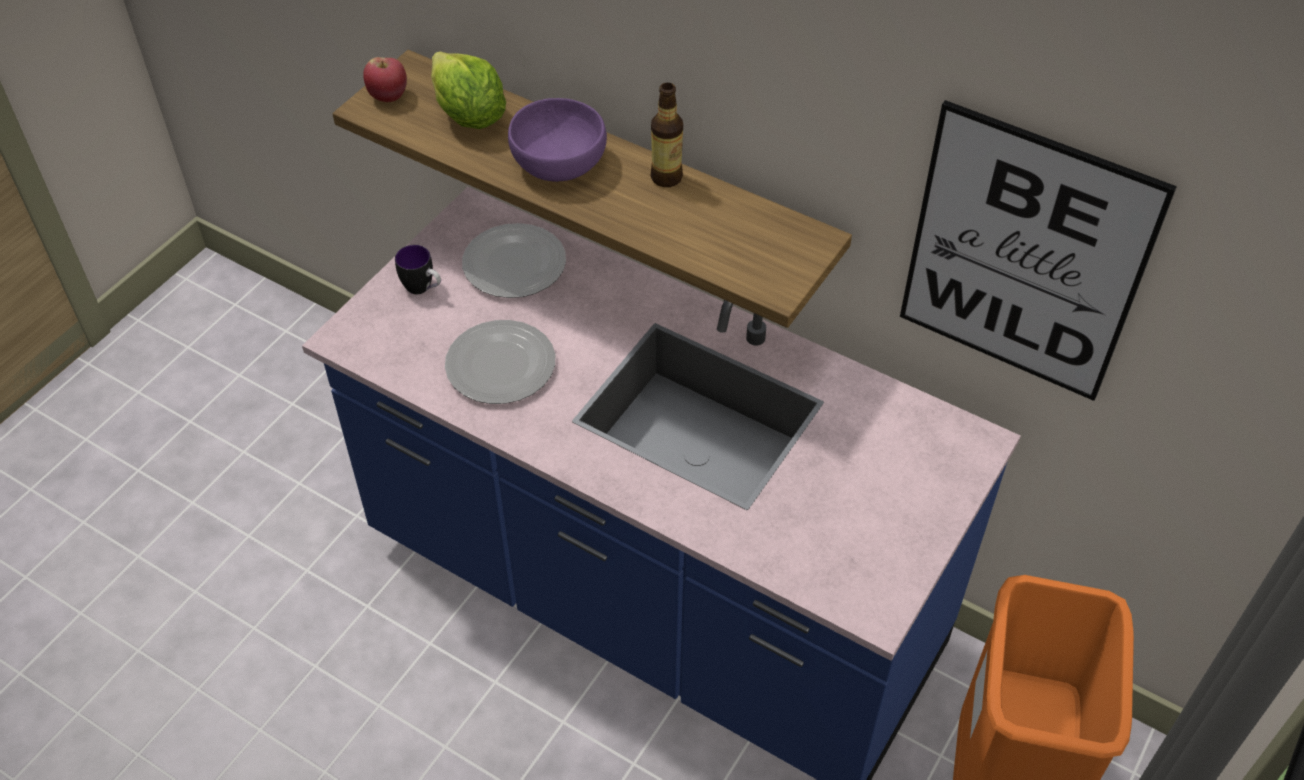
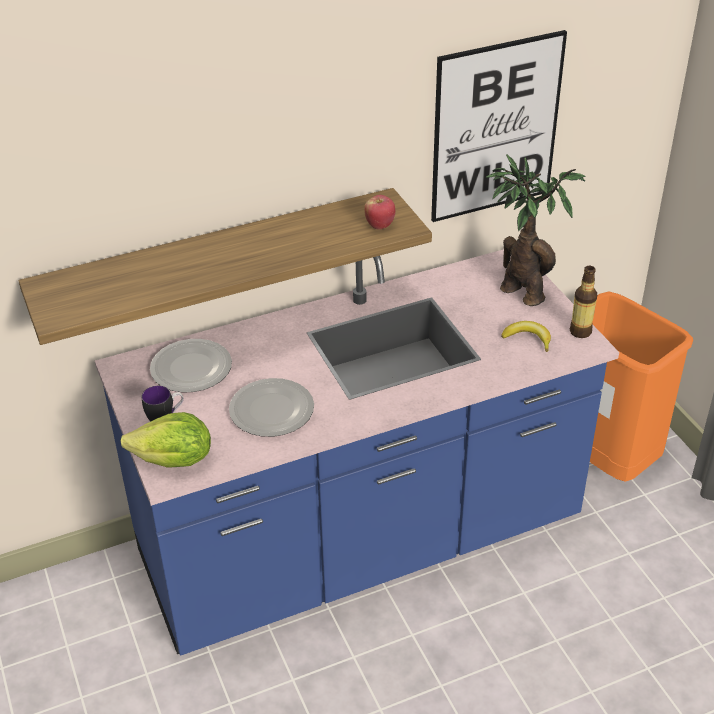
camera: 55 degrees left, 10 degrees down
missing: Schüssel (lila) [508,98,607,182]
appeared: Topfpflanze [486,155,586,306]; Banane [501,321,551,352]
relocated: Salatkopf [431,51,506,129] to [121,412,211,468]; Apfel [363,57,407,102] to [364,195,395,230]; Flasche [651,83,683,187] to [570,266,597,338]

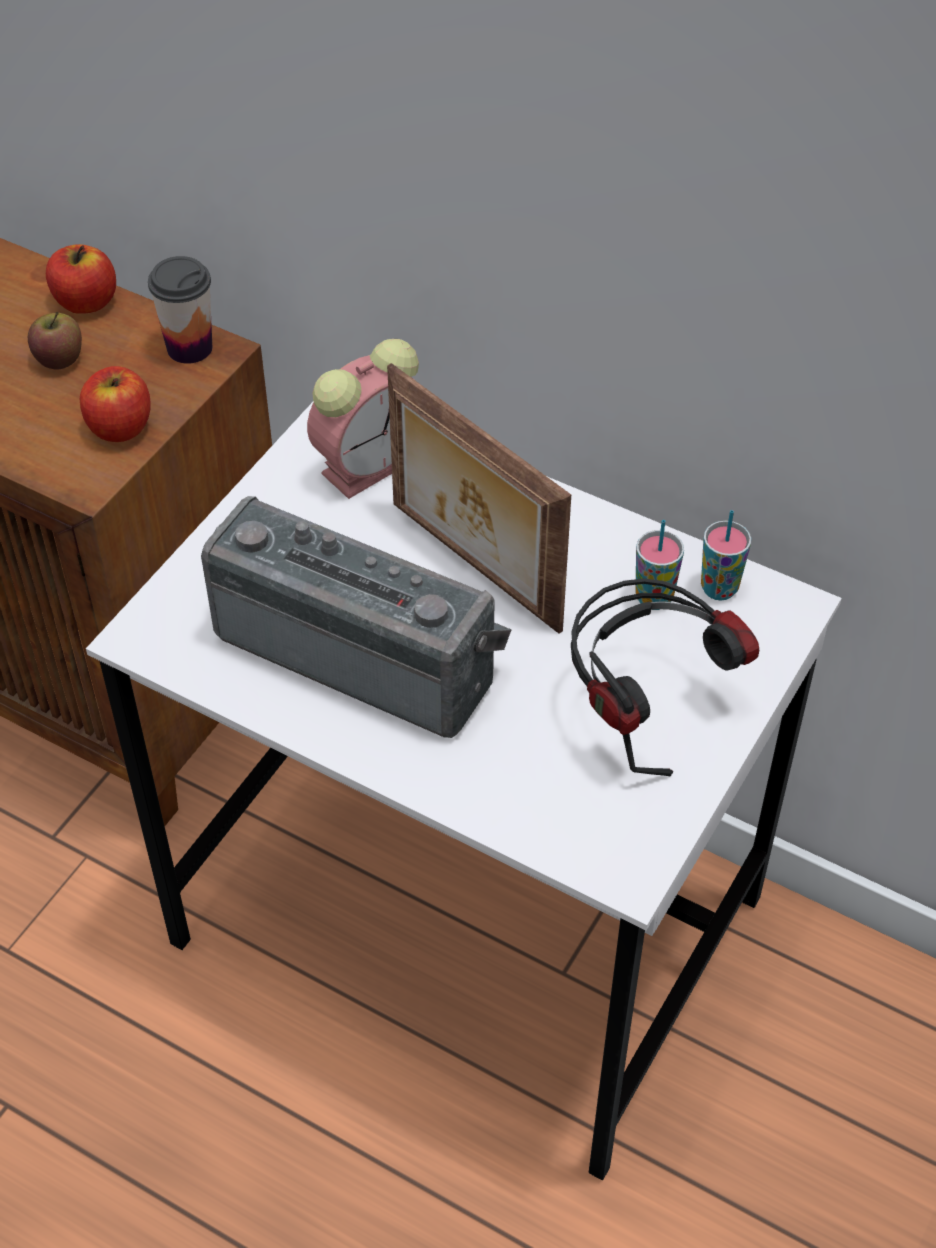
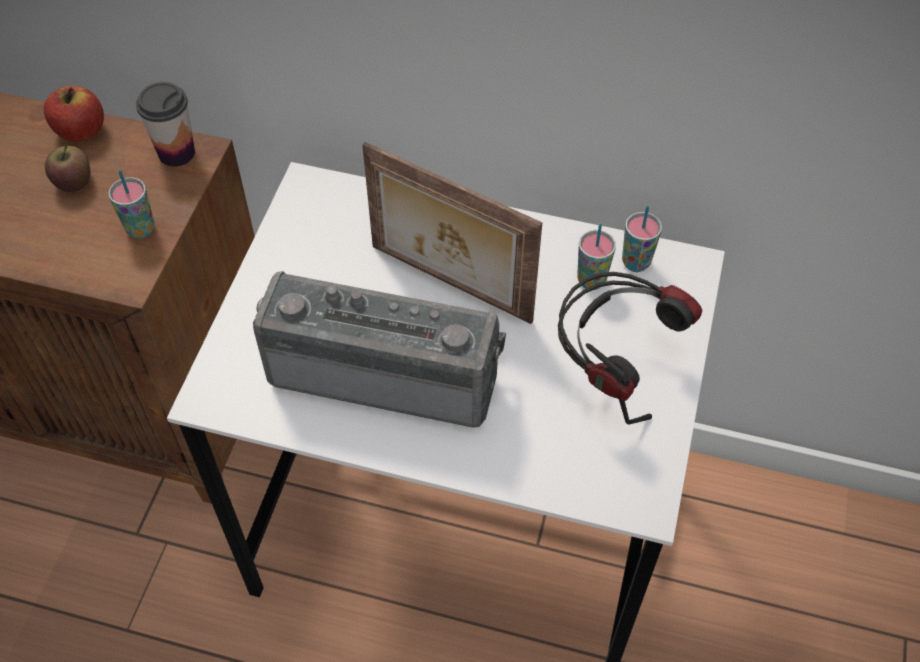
camera: 15 degrees left, 5 degrees up
missing: Wecker [307,339,419,499]
exchanged: Apfel [80,366,151,442] to Tasse [108,169,155,239]

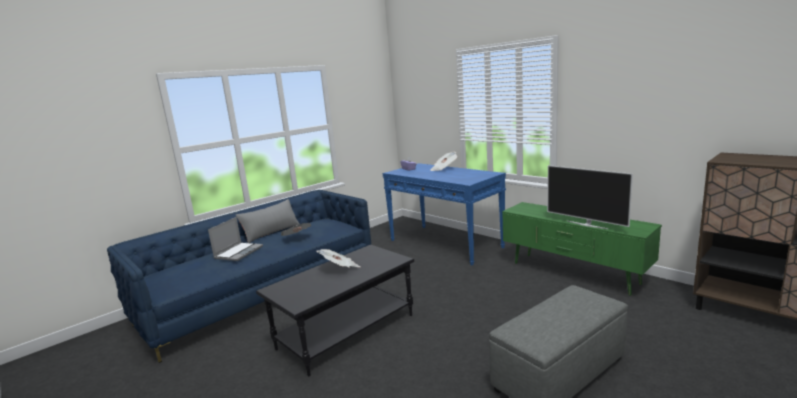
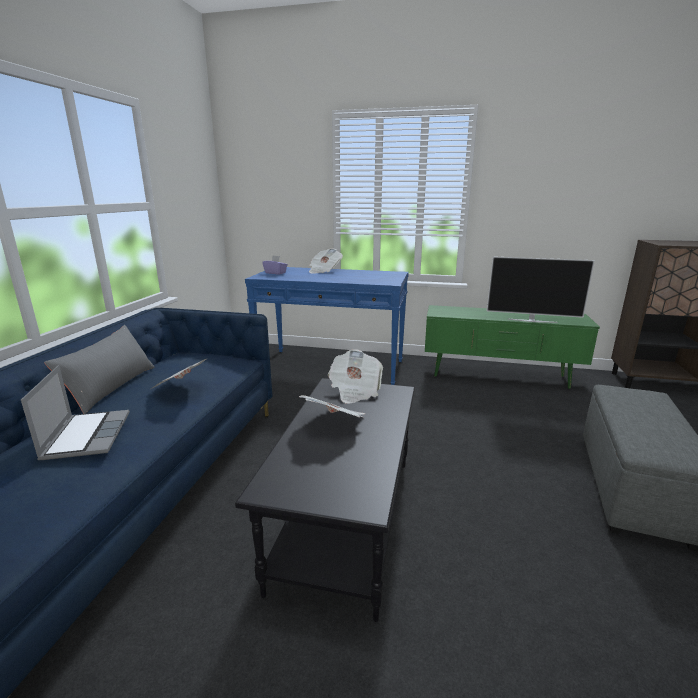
camera: 35 degrees left, 5 degrees up
appeared: Zeitung [328,349,383,404]

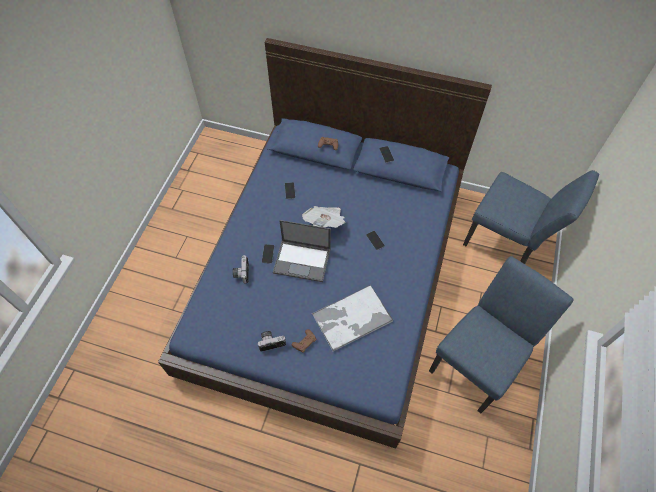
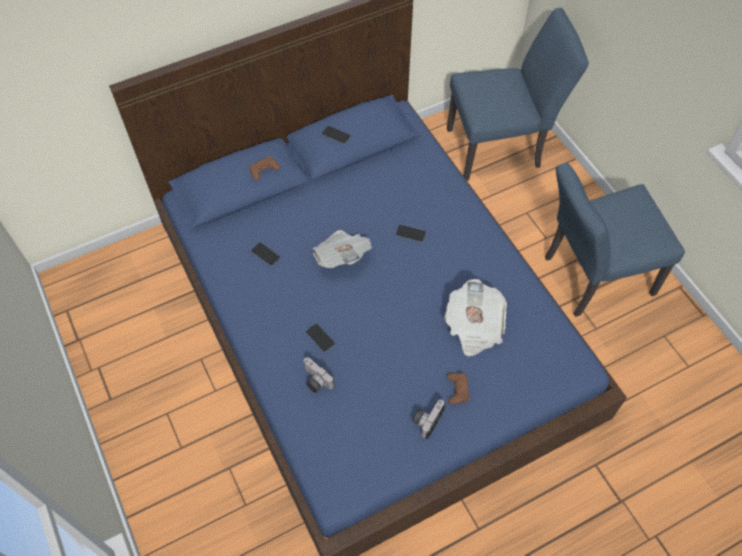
camera: 45 degrees left, 0 degrees up
missing: Laptop [273,220,331,282]
exchanged: Tablett [312,285,393,352] to Zeitung [445,279,507,357]
spun: Stuhl (blau) [429,256,573,414] = [545,163,685,317] 105 degrees counterclockwise

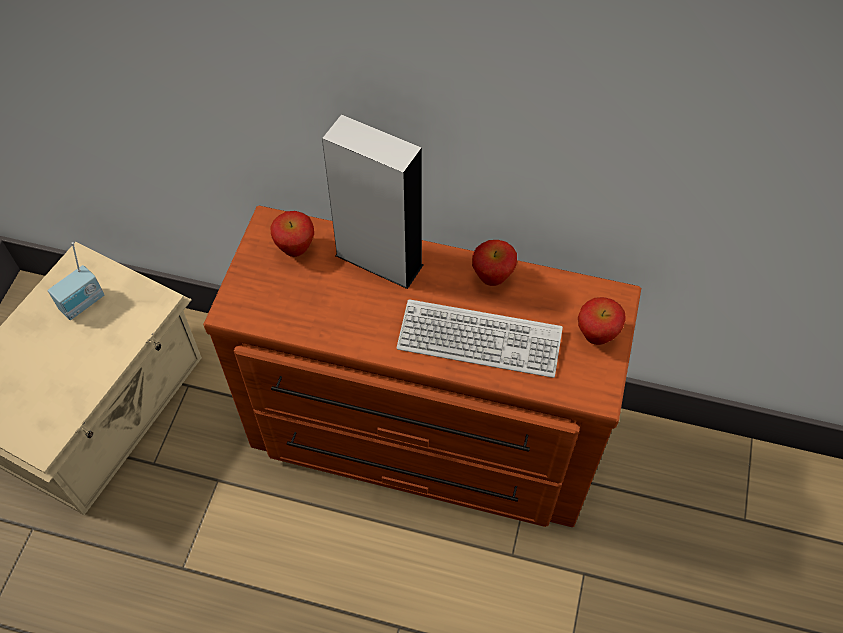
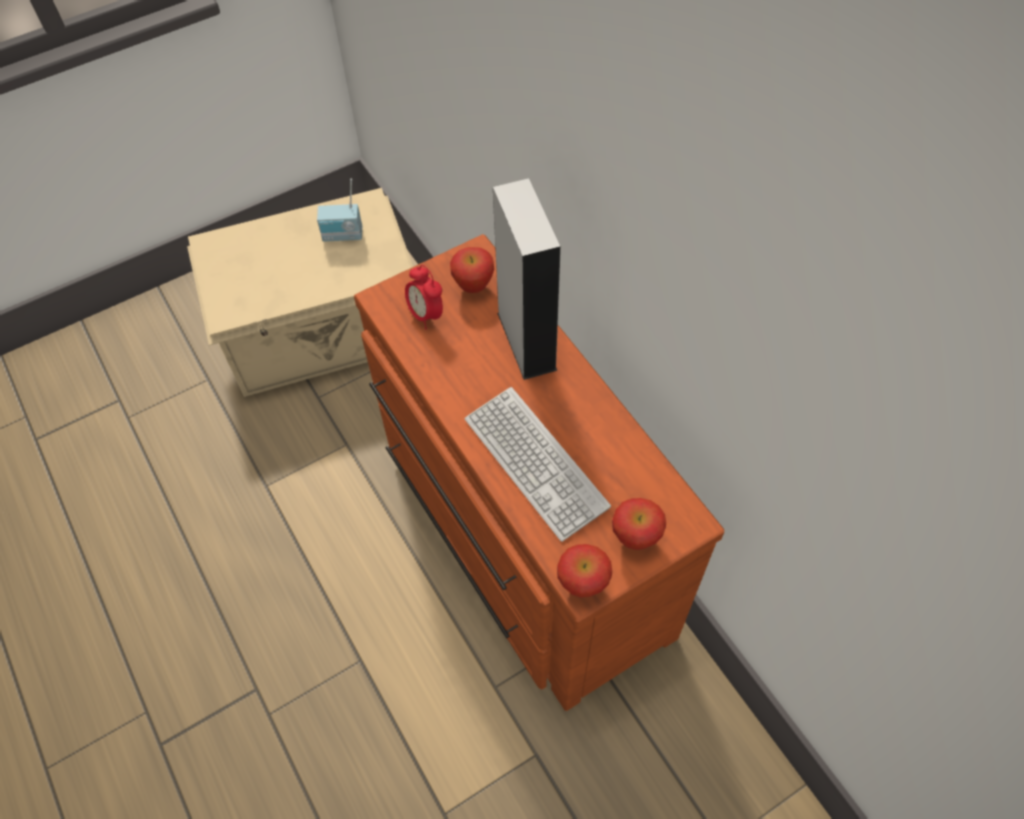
camera: 45 degrees right, 0 degrees up
appeared: Wecker [405,265,443,329]
relocated: Apfel [472,240,517,286] to [557,544,612,598]

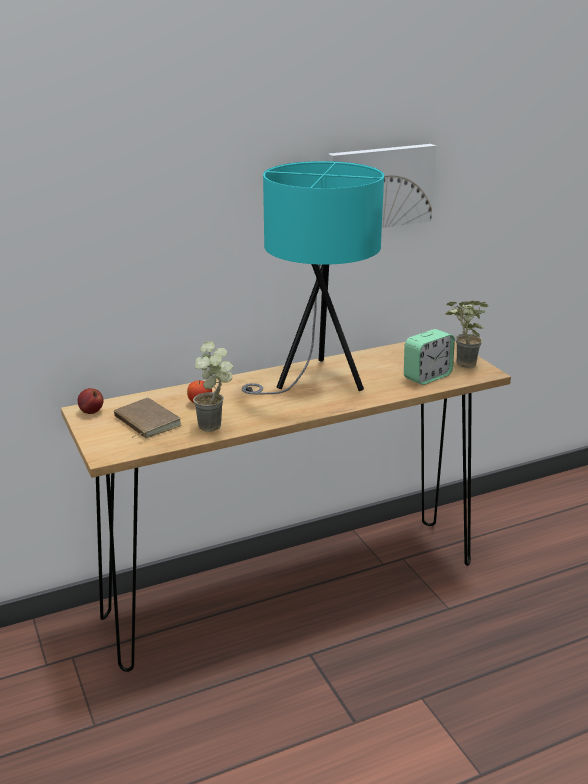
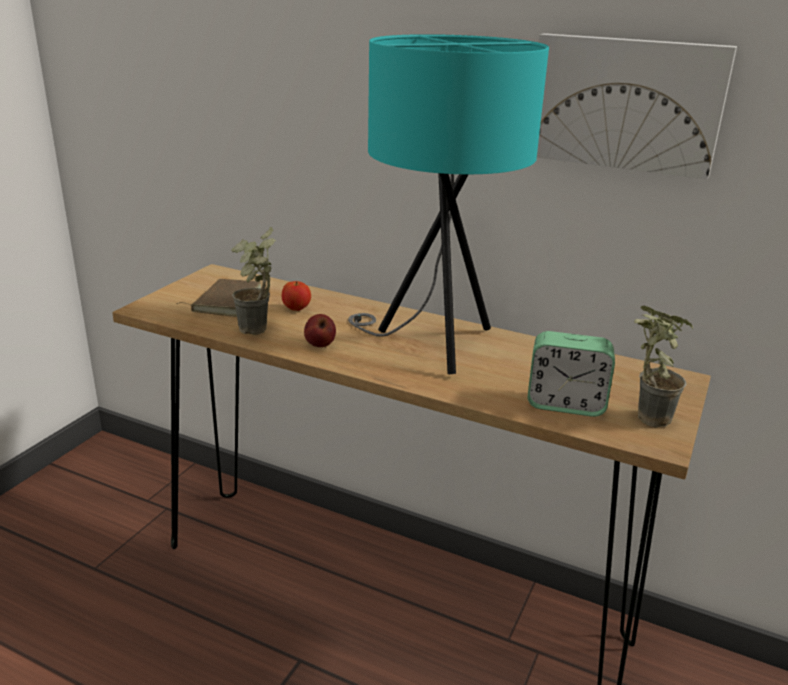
camera: 50 degrees right, 0 degrees up
relocated: Apfel [78,388,104,414] to [304,314,336,347]

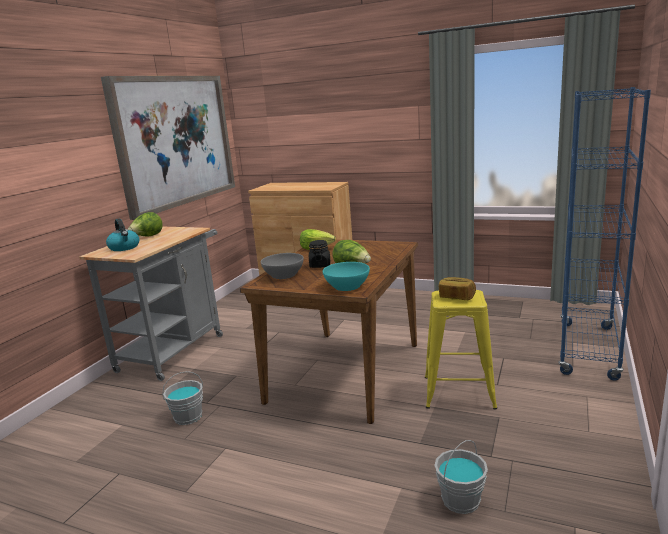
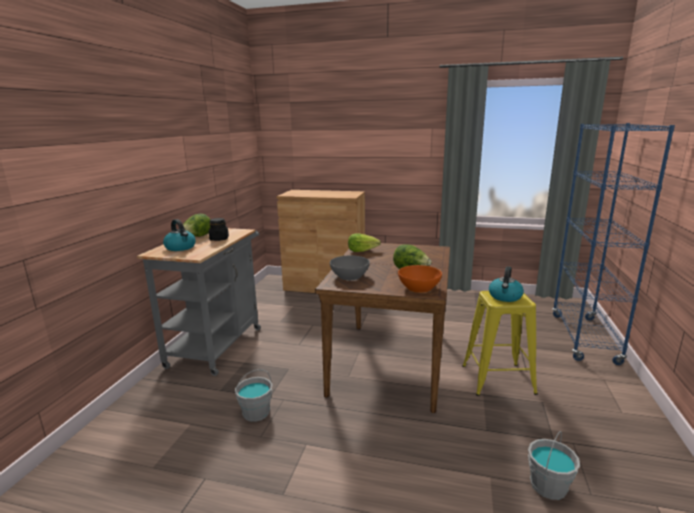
camera: 10 degrees left, 0 degrees up
missing: Bild [101,76,235,220]
relocated: Vorratsglas (schwarz) [309,240,330,268] to [209,218,229,241]
exchanged: Brot [439,277,476,300] to Wasserkessel [489,266,524,302]
colour: Schüssel (türkis) [323,262,370,291] to Schüssel (orange) [398,265,442,293]

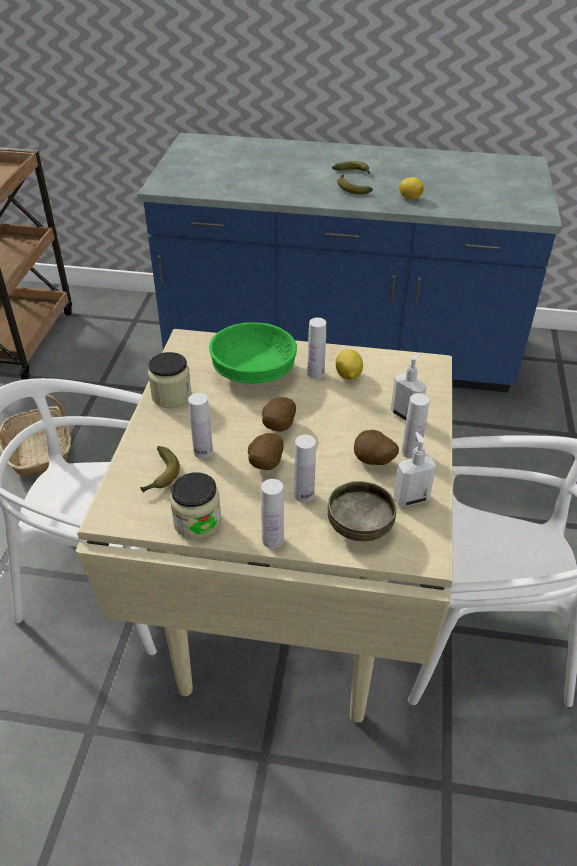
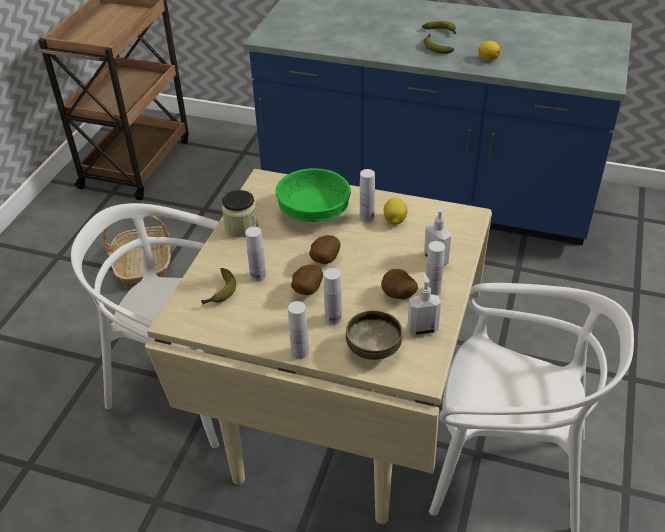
camera: 10 degrees right, 0 degrees up
missing: Vorratsglas [170,472,221,540]

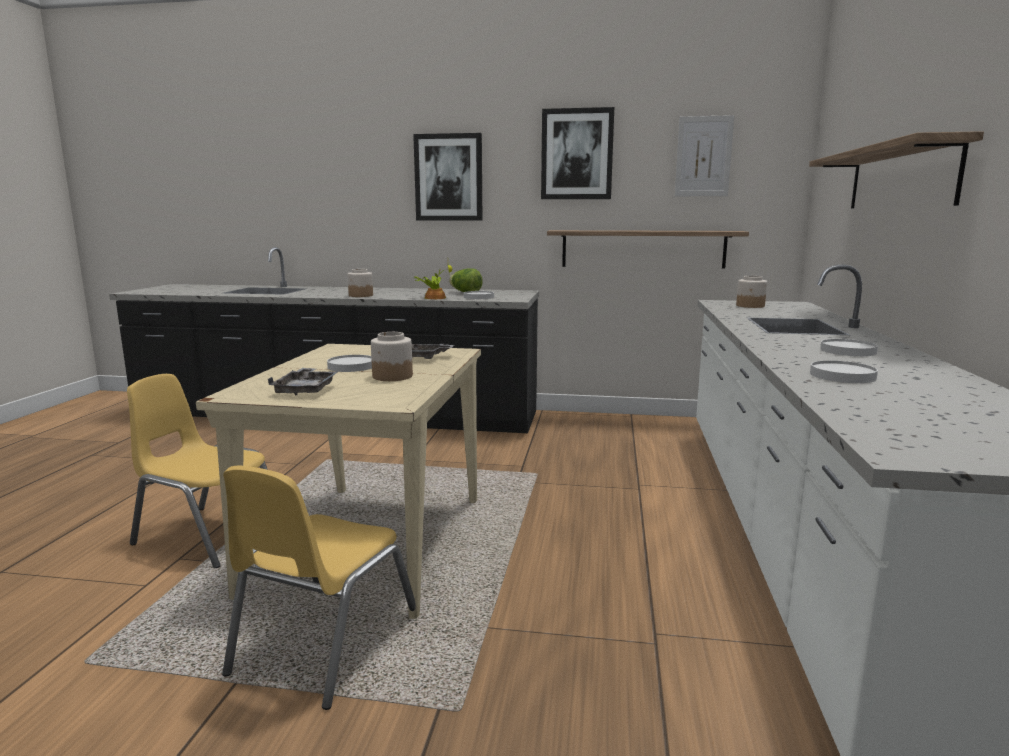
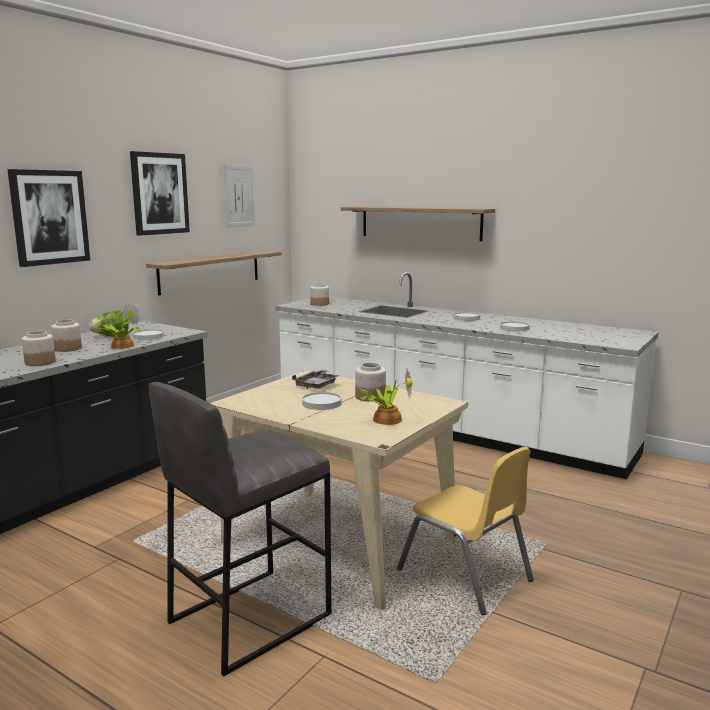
camera: 65 degrees left, 0 degrees up
appeared: Vorratsglas [51,320,82,352]
exchanged: Stuhl (gelb) [127,374,268,568] to Hocker (grau) [149,382,332,677]; Tablett (grau) [268,368,339,396] to Topfpflanze [360,368,412,425]

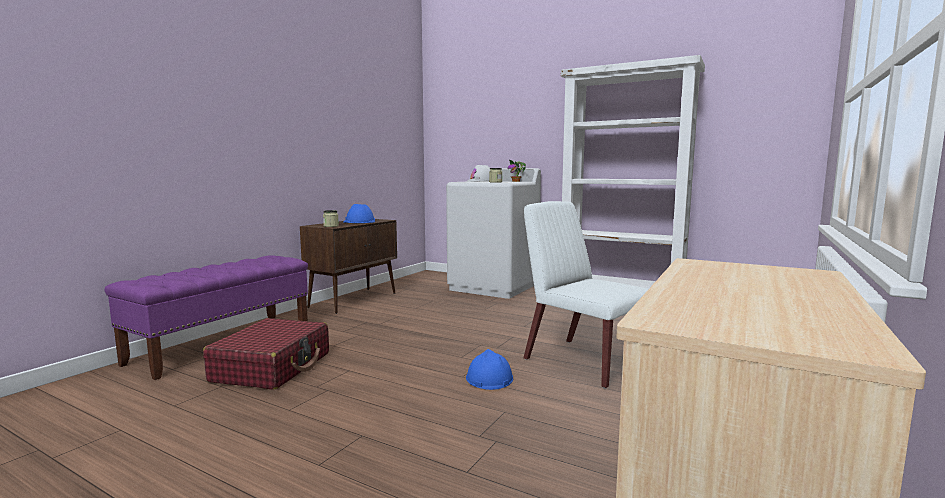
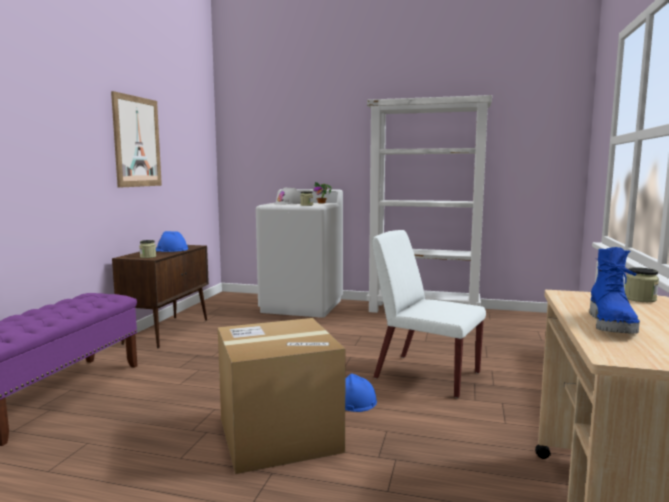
camera: 15 degrees left, 0 degrees up
missing: Koffer (rot) [203,318,329,390]
appeared: Bild [111,91,162,188]; Karton [218,318,346,474]; Stiefel (blau) [590,247,640,333]; Vorratsglas [625,267,659,302]

